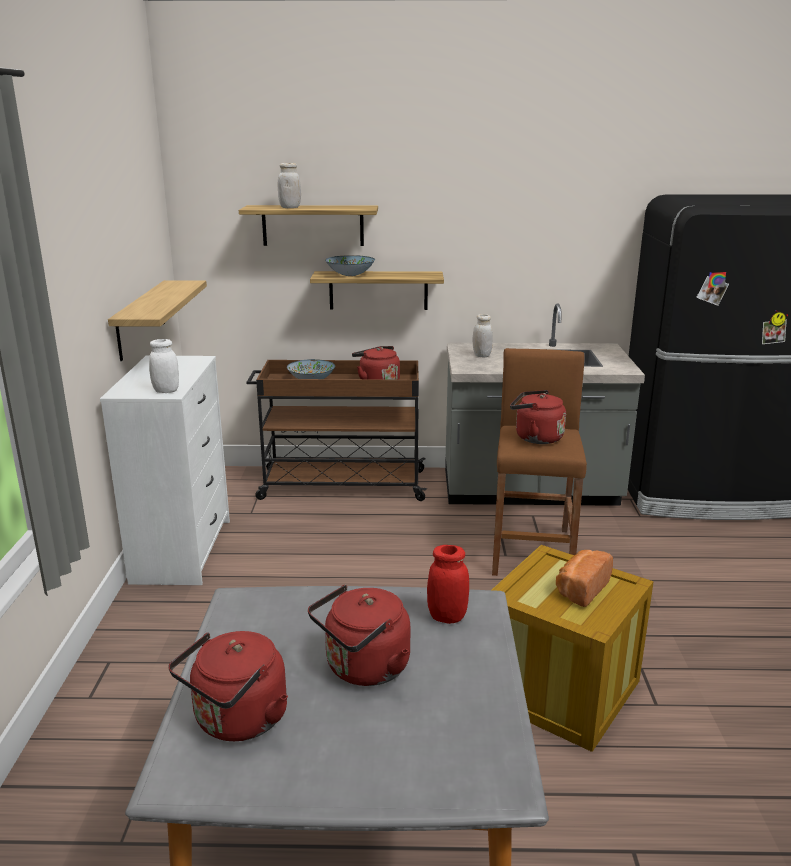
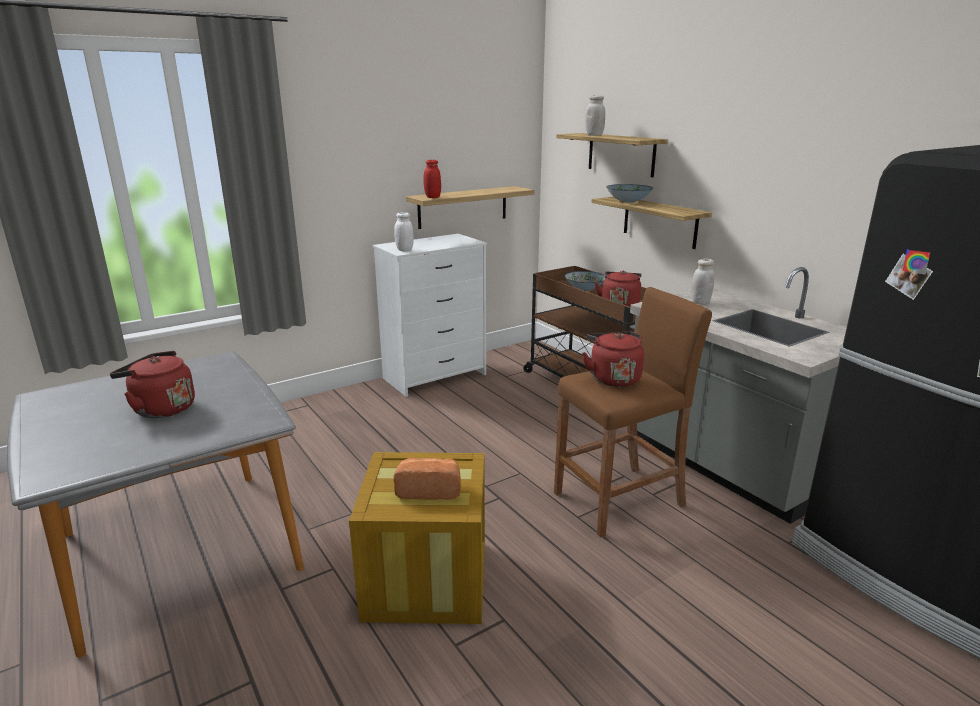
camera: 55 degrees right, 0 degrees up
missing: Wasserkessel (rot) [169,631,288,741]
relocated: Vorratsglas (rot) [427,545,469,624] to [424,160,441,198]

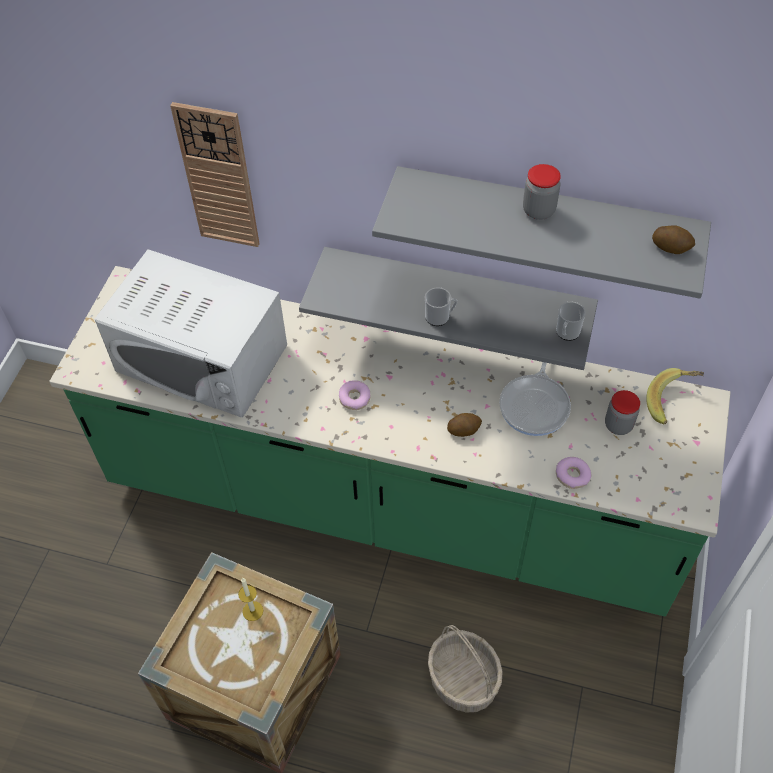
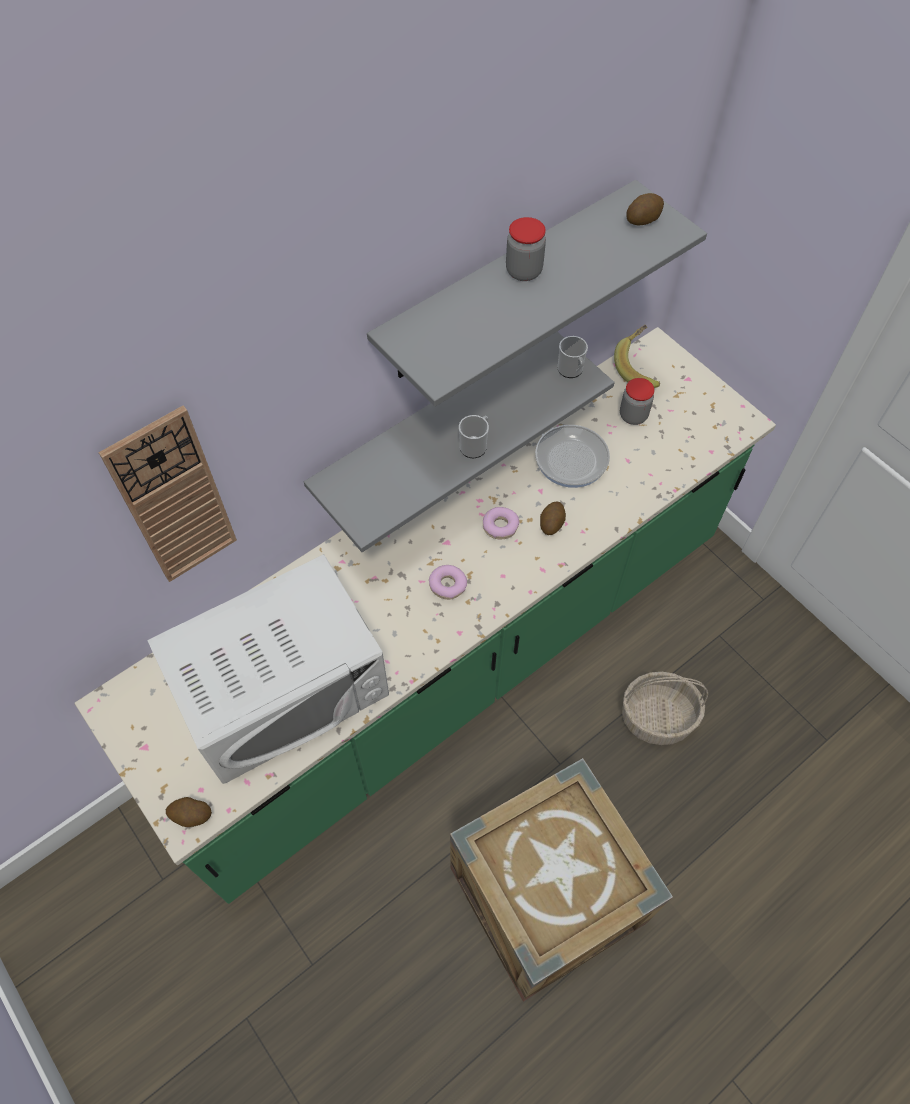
camera: 55 degrees left, 5 degrees up
missing: Kerze [238,578,263,621]
appeared: Kartoffel [166,797,212,827]
relocated: Donut [556,457,592,489] to [483,507,520,539]

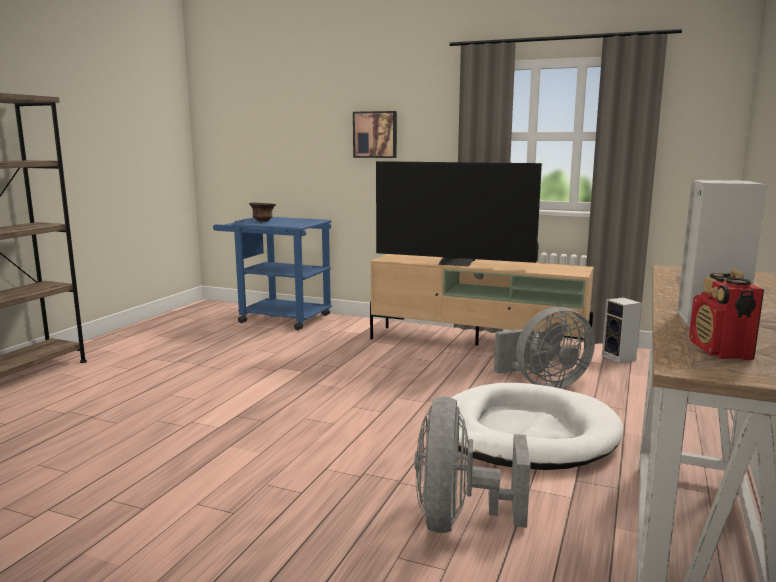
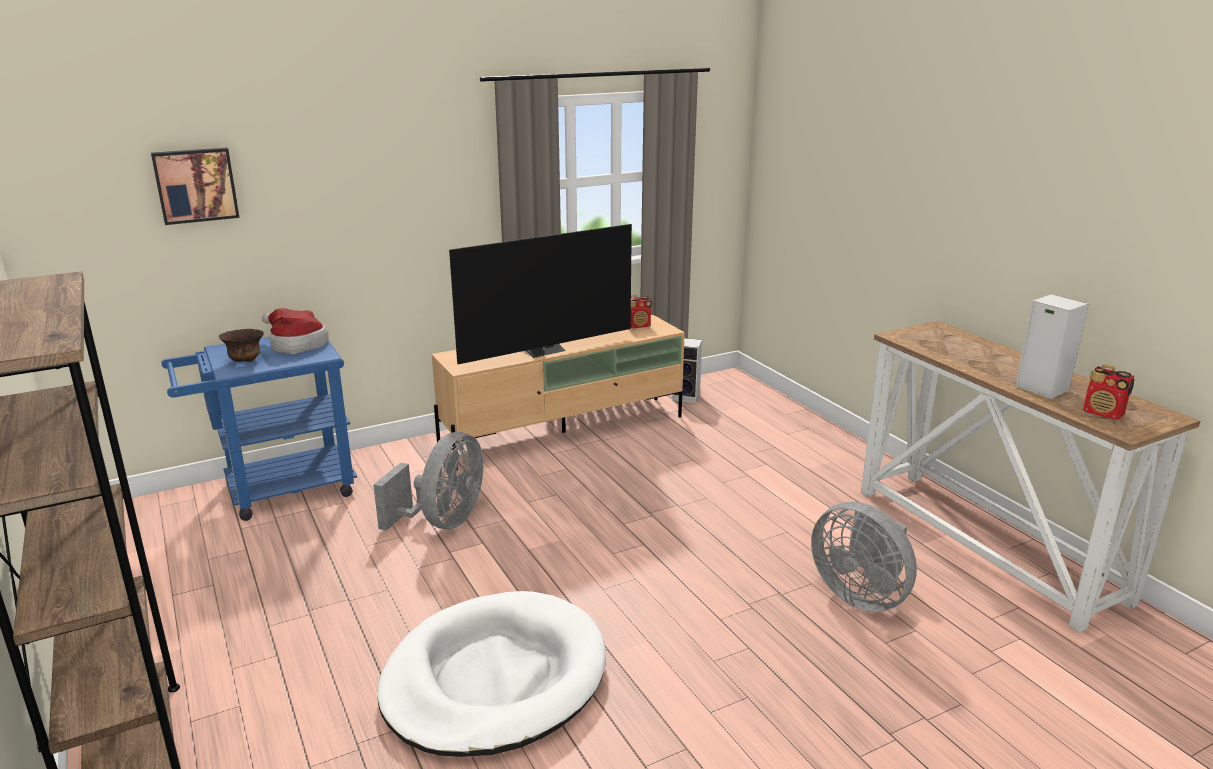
camera: 50 degrees left, 10 degrees up
appeared: Hut [262,308,329,354]; Radio [631,295,652,329]
relocated: Bild [353,111,397,158] to [151,147,240,225]; Ventilator (grau) [494,307,595,389] to [373,432,483,531]; Hundebett (weiß) [451,383,623,470] to [377,591,606,757]

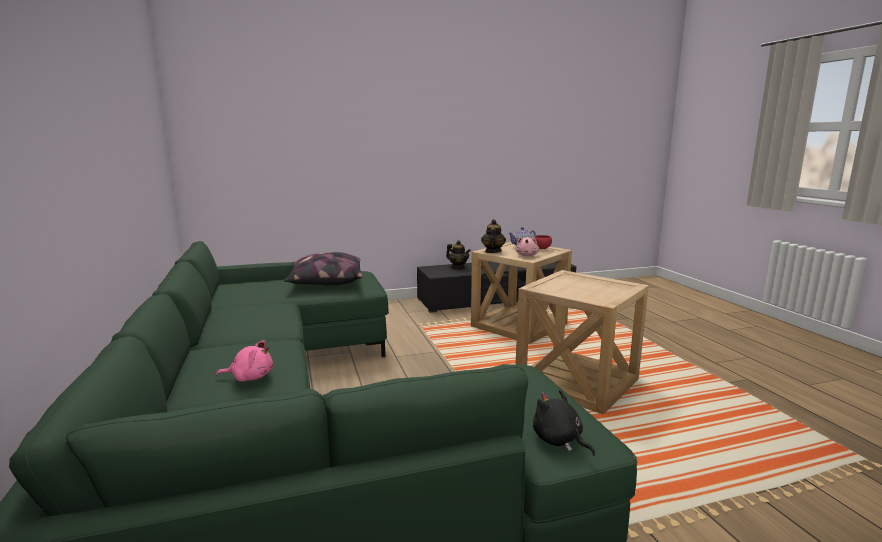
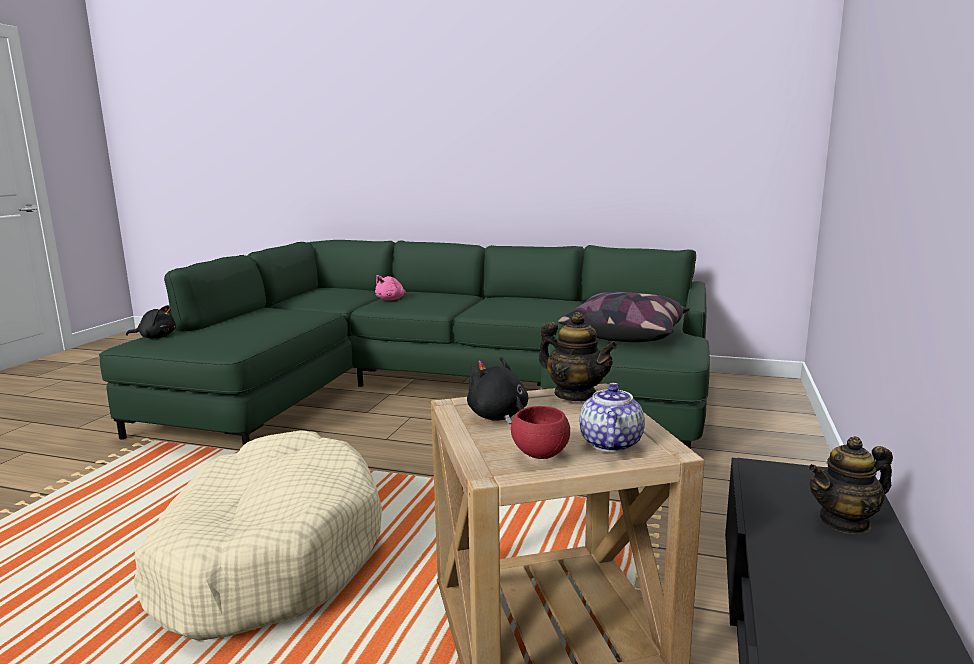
camera: 125 degrees right, 0 degrees up
exchanged: Beistelltisch (beige) [516,270,649,415] to Hundebett (beige) [133,430,382,641]
colour: Plüschtier (rosa) [516,237,539,256] to Plüschtier (schwarz) [467,356,528,424]

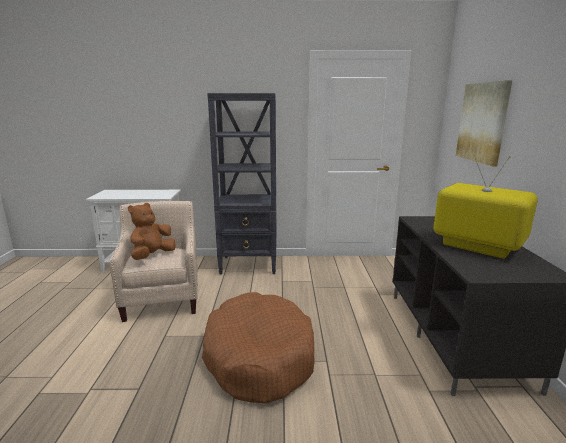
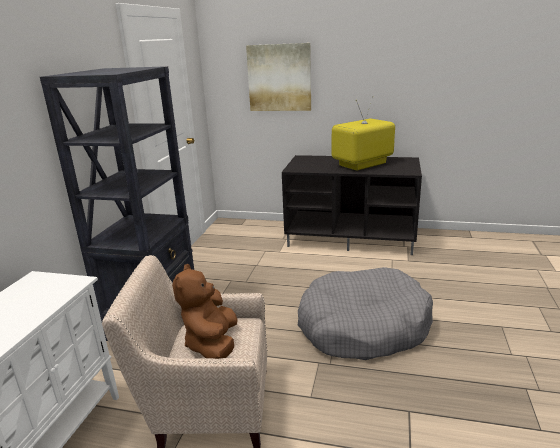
camera: 75 degrees left, 5 degrees up
colour: Hundebett (braun) [202,292,314,404] to Hundebett (grau) [298,267,433,360]
spun: Plüschtier (braun) [128,203,176,260] = [172,264,238,359] 45 degrees clockwise

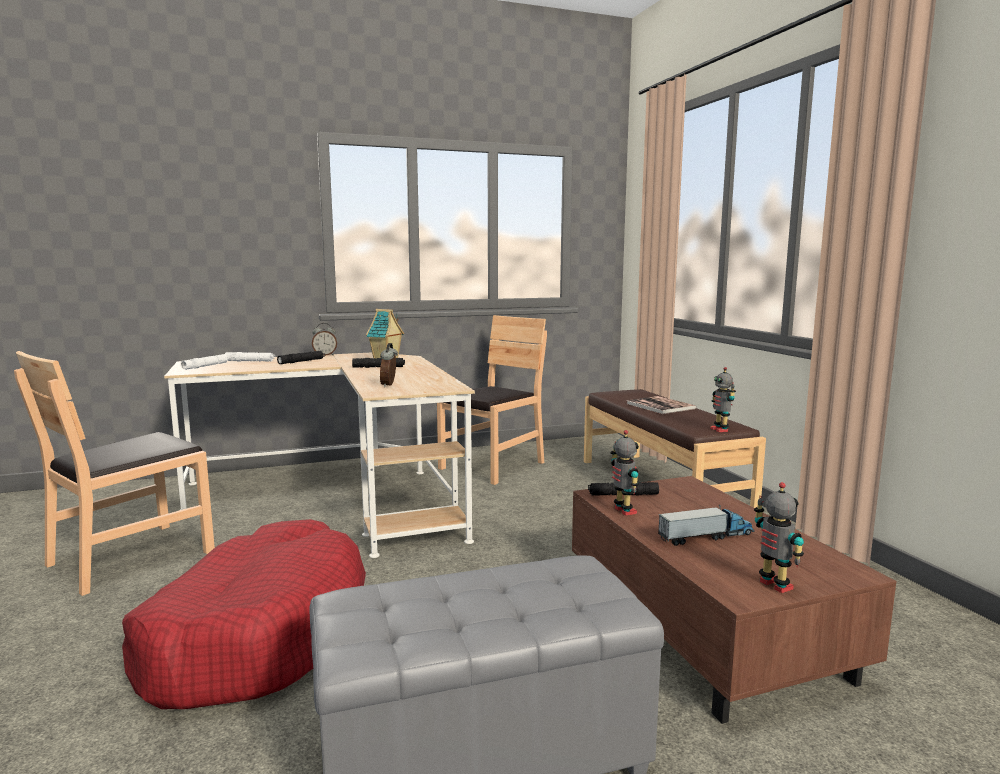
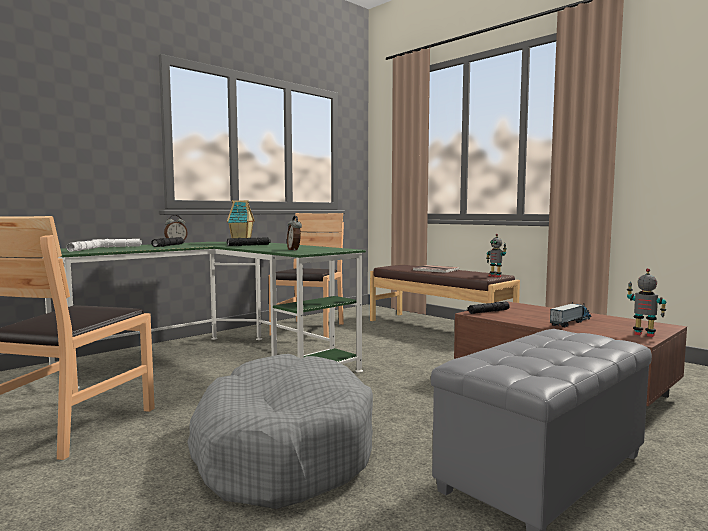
camera: 25 degrees left, 5 degrees down
missing: Spielzeugroboter [611,430,639,516]
colour: Schreibtisch (beige) [164,353,475,558] to Schreibtisch (grün) [45,242,366,389]; Hundebett (rot) [122,519,366,709] to Hundebett (grau) [187,354,373,509]

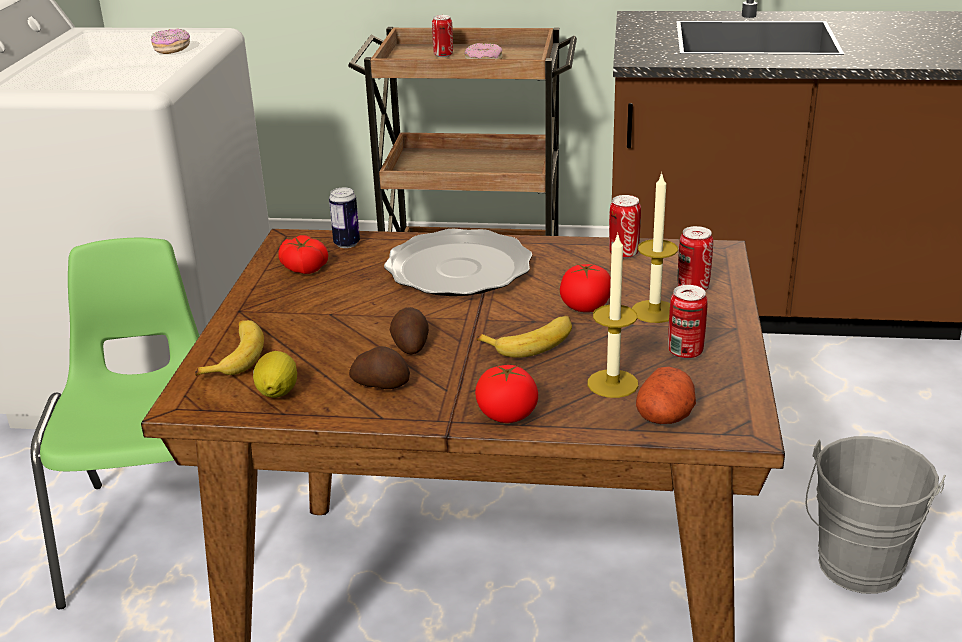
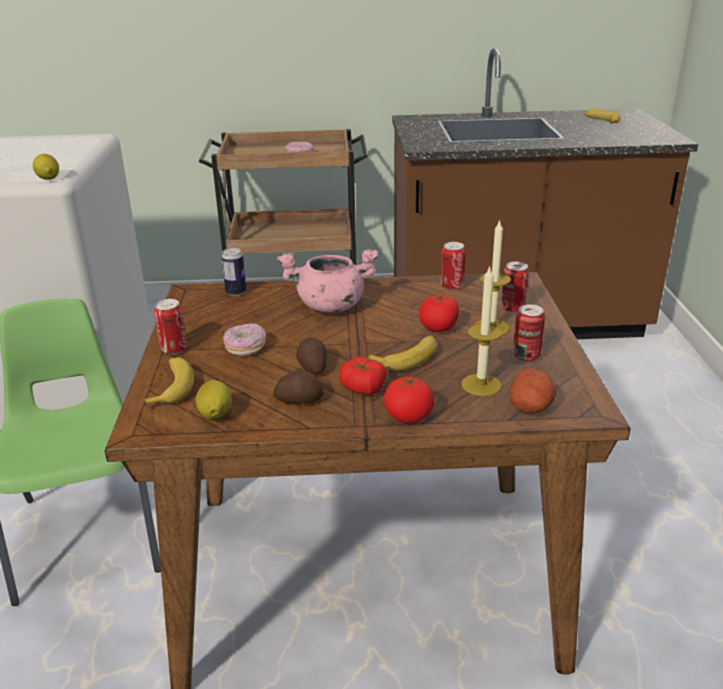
camera: 10 degrees left, 0 degrees up
missing: Eimer (grau) [806,436,946,594]
appeared: Zitrone [33,154,59,180]; Banane [584,109,620,124]
relocated: Dose [432,15,453,57] to [154,299,187,354]; Donut [151,28,190,54] to [223,324,266,356]; Tomate [279,235,328,274] to [339,356,387,395]
exchanged: Teller [384,229,532,296] to Kochtopf (rosa) [277,249,378,313]

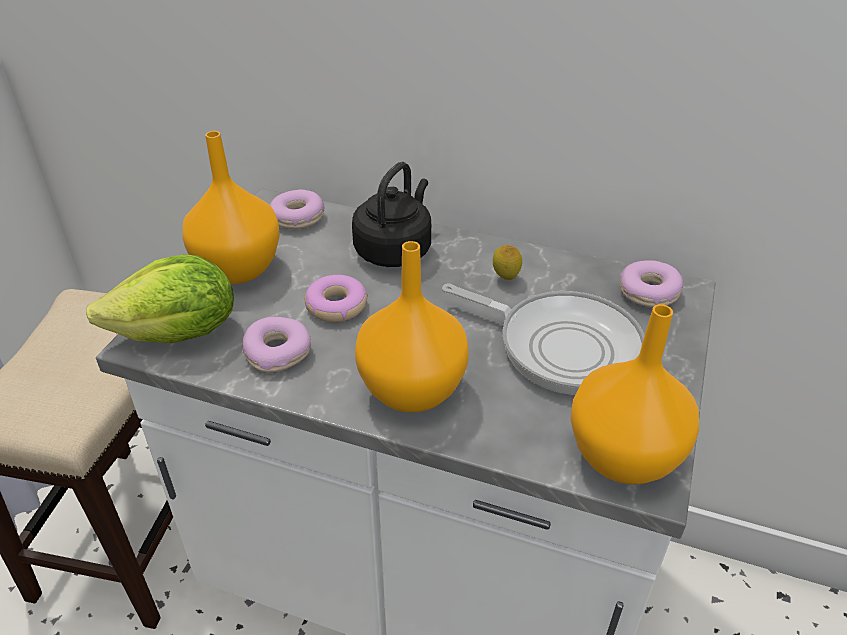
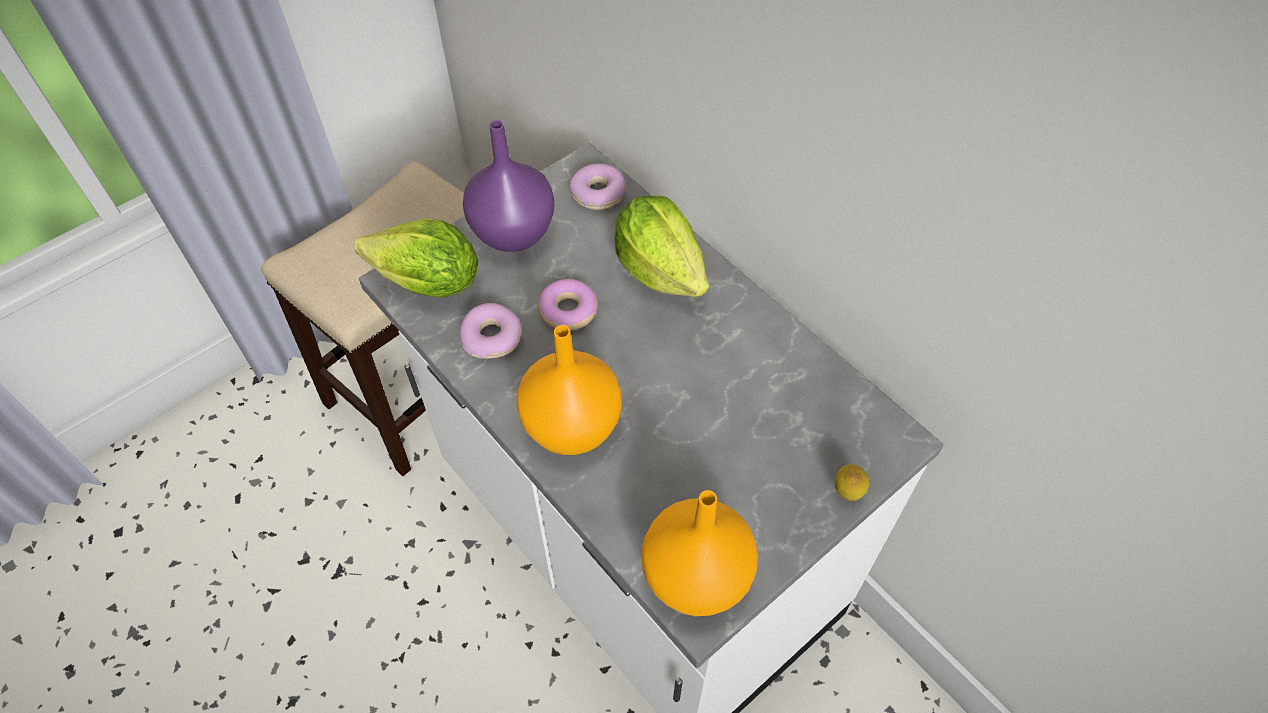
camera: 30 degrees right, 15 degrees up
missing: Pfanne [442,283,645,395]; Donut [620,260,683,308]
relocated: Zitrone [493,245,522,280] to [835,464,869,501]
exchanged: Wasserkessel (schwarz) [352,162,431,267] to Salatkopf [615,196,709,297]
colour: Vase (orange) [183,131,280,284] to Vase (lila) [463,120,555,252]

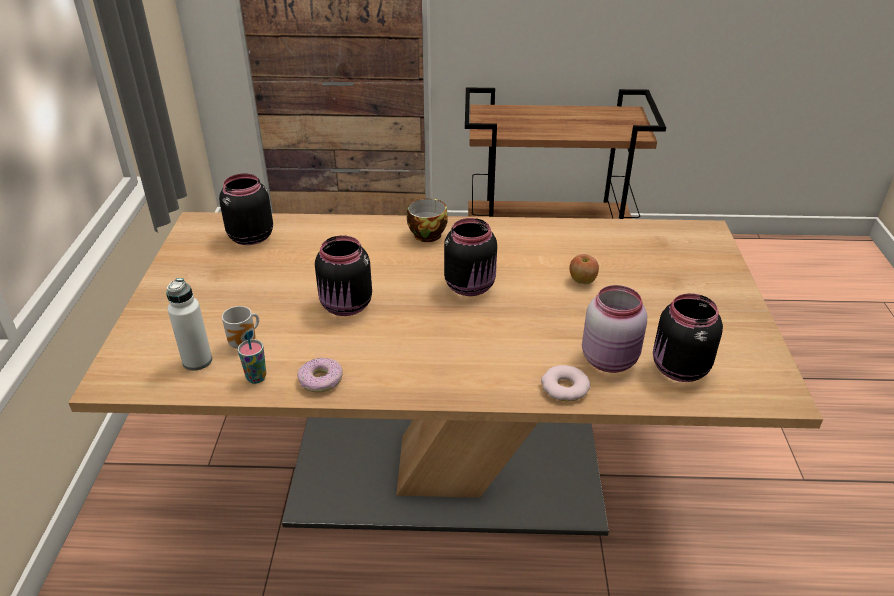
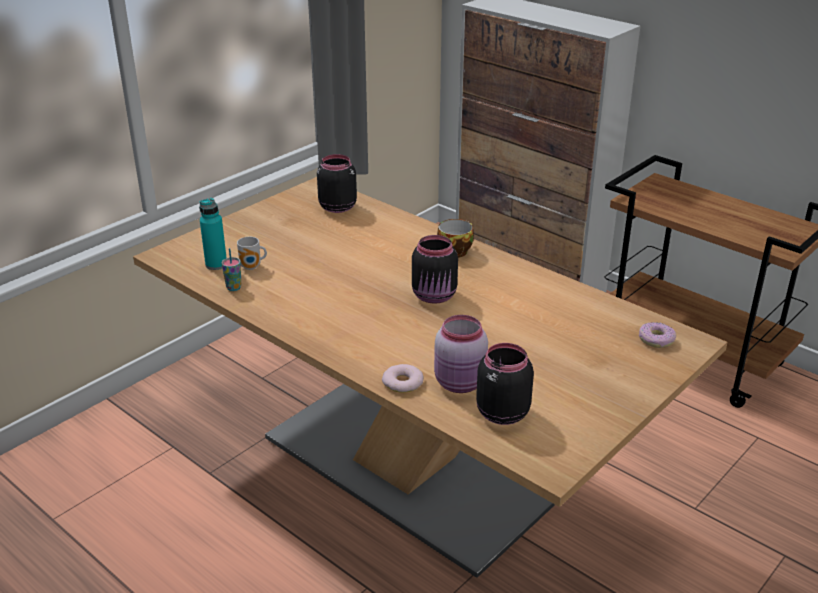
camera: 40 degrees right, 5 degrees down
missing: Vorratsglas (schwarz) [315,235,372,316]; Apfel [570,254,599,284]
relocated: Donut [297,358,343,393] to [639,322,676,348]
colour: Flasche (weiß) [166,278,212,371] to Flasche (türkis) [199,198,226,270]

